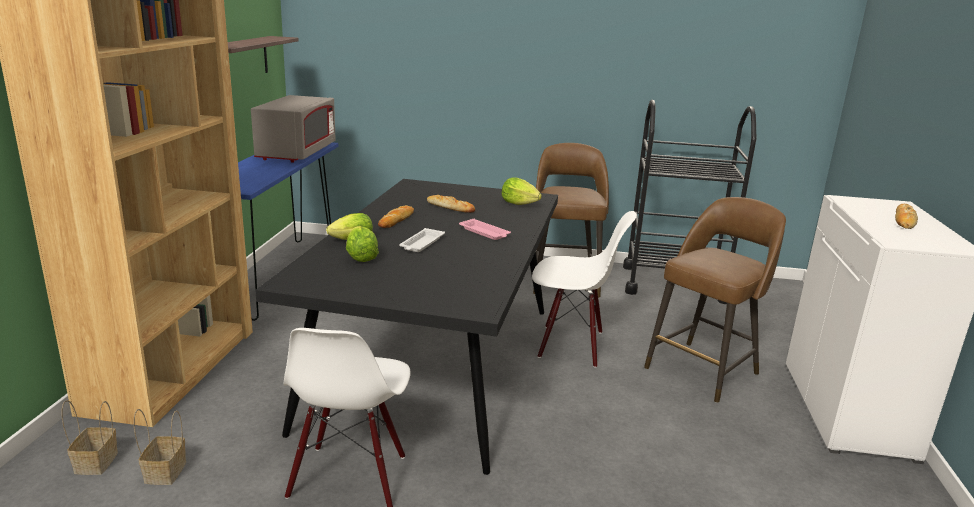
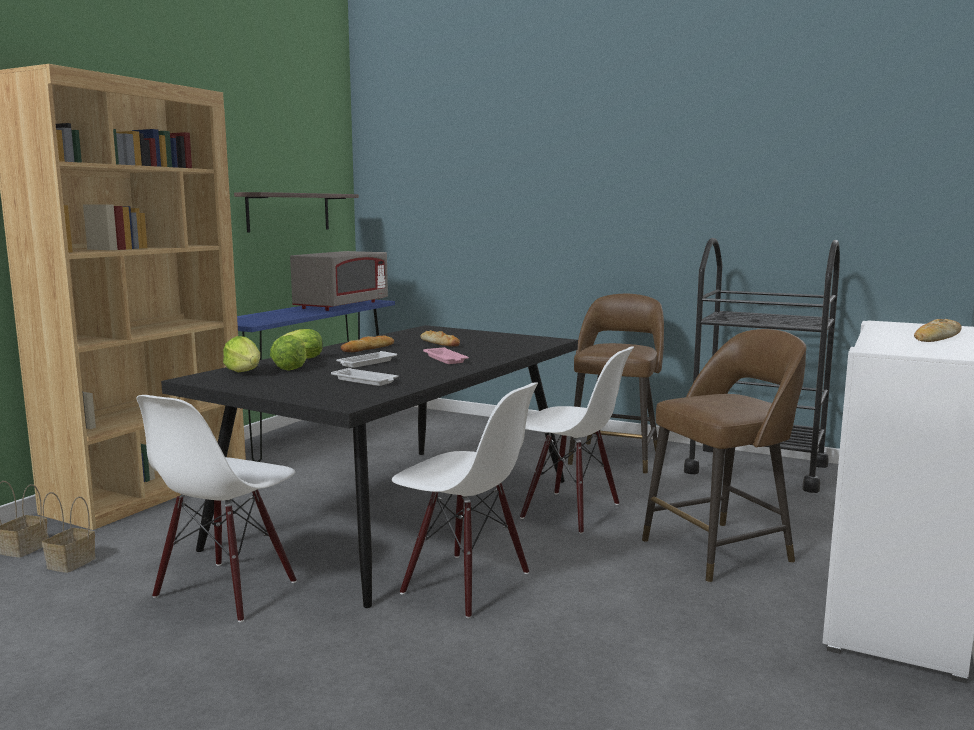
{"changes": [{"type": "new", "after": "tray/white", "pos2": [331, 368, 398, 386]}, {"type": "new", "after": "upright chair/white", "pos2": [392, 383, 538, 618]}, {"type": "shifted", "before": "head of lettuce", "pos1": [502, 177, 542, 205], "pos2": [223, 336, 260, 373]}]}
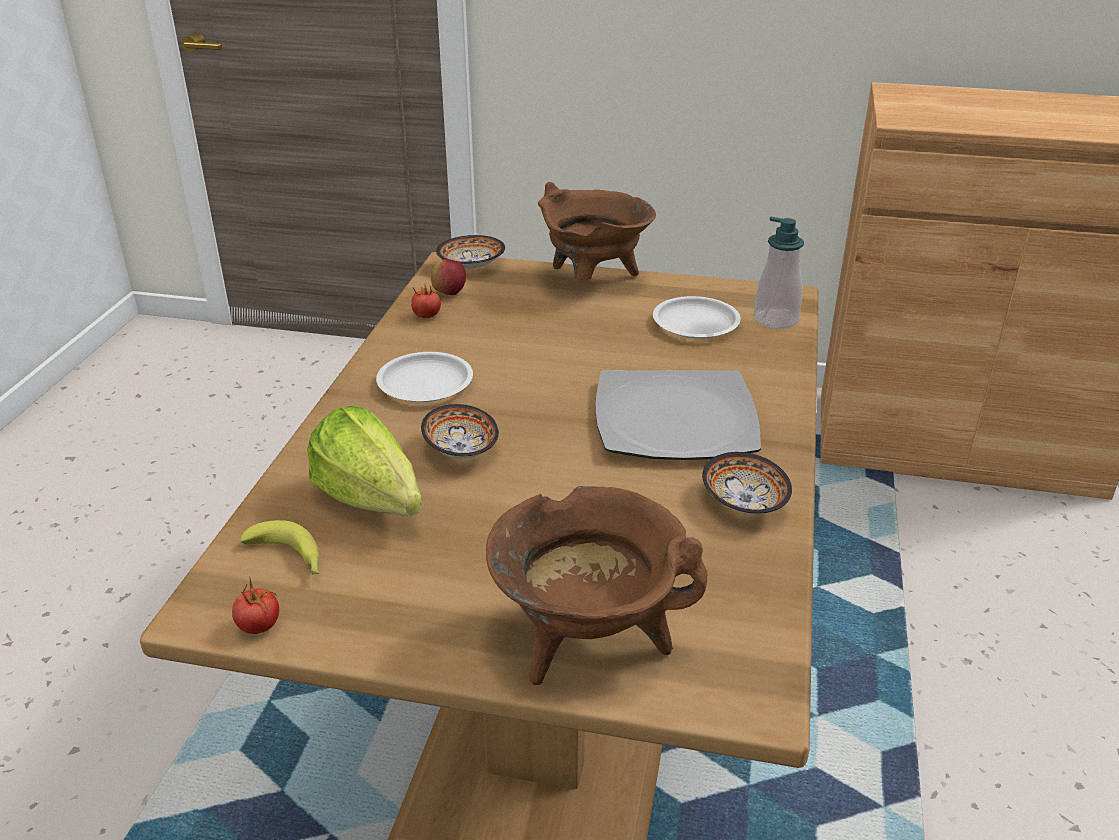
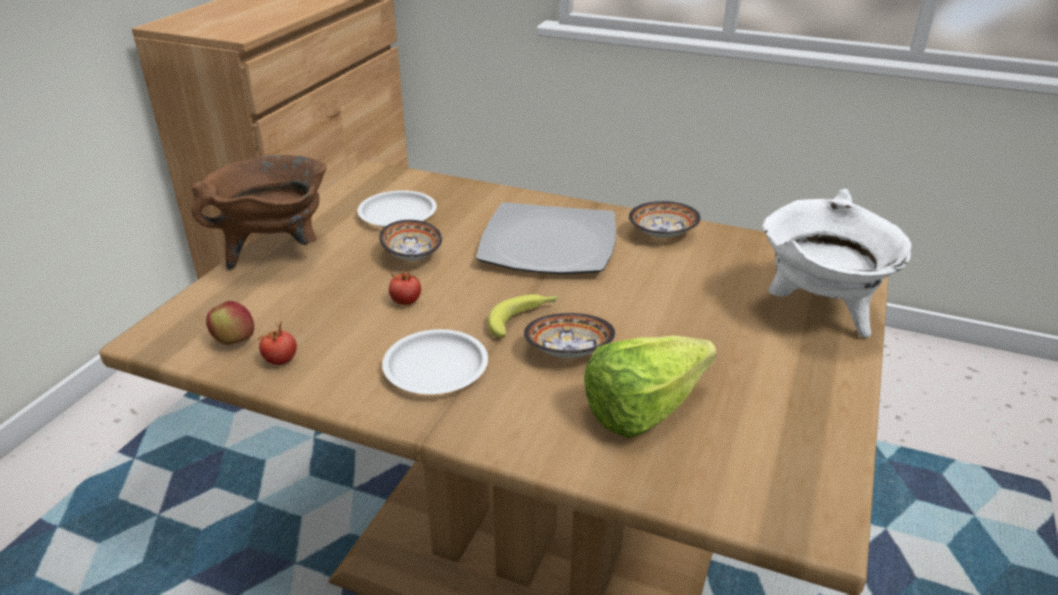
{"changes": [{"type": "gone", "before": "soap dispenser", "pos1": [754, 217, 804, 329]}, {"type": "shifted", "before": "tomato", "pos1": [232, 576, 279, 634], "pos2": [389, 269, 421, 305]}, {"type": "shifted", "before": "whole banana", "pos1": [240, 520, 319, 575], "pos2": [488, 294, 558, 338]}, {"type": "shifted", "before": "serving bowl", "pos1": [436, 235, 505, 268], "pos2": [379, 220, 442, 261]}, {"type": "repainted", "before": "saucepot/brown", "after": "saucepot/white", "pos1": [486, 486, 707, 685], "pos2": [762, 189, 912, 337]}]}
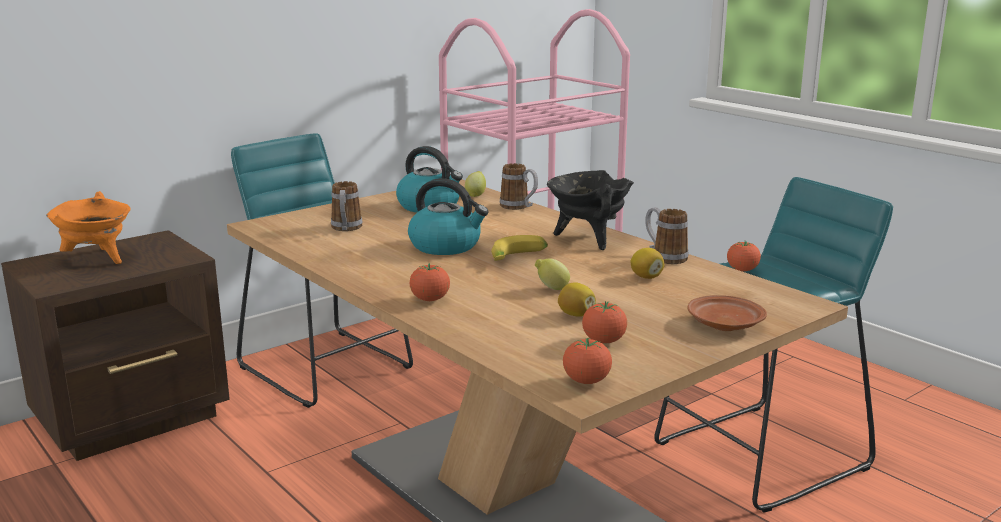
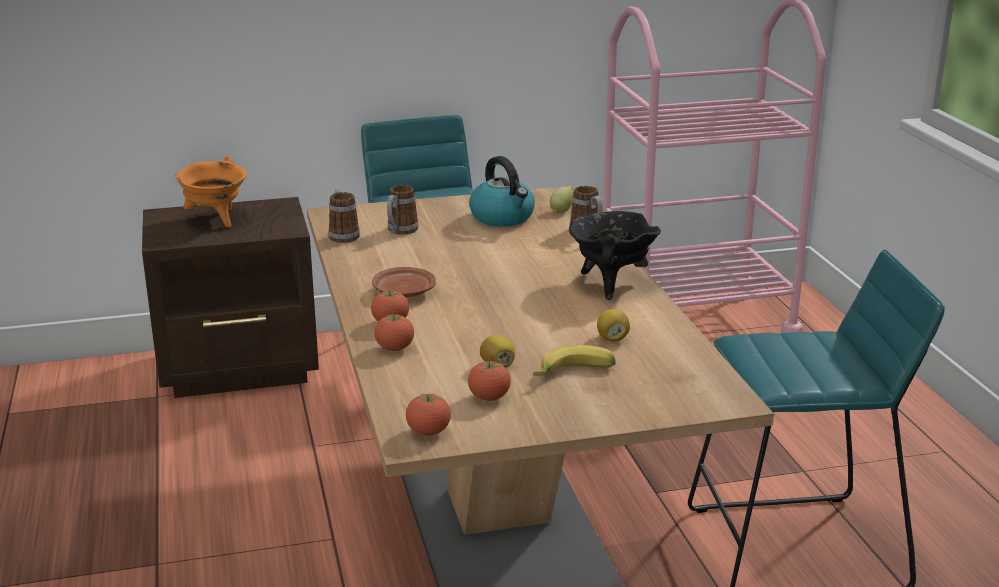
{"changes": [{"type": "gone", "before": "tea kettle", "pos1": [408, 178, 488, 255]}, {"type": "gone", "before": "whole lemon", "pos1": [535, 258, 570, 290]}, {"type": "shifted", "before": "whole banana", "pos1": [491, 235, 548, 261], "pos2": [533, 345, 616, 376]}, {"type": "shifted", "before": "coffee mug", "pos1": [645, 207, 688, 264], "pos2": [328, 189, 360, 243]}, {"type": "shifted", "before": "dinner plate/brown", "pos1": [687, 295, 767, 331], "pos2": [372, 267, 436, 298]}, {"type": "shifted", "before": "tomato", "pos1": [727, 240, 761, 271], "pos2": [374, 314, 414, 351]}]}
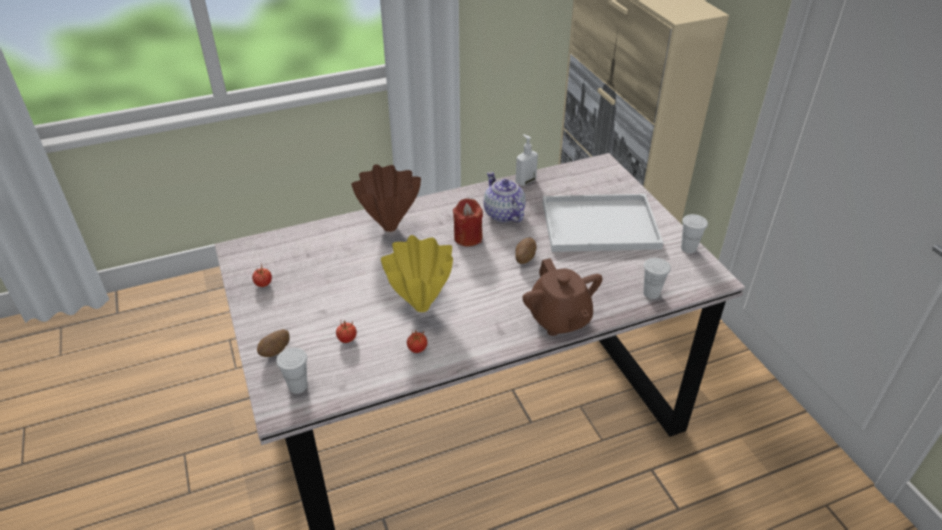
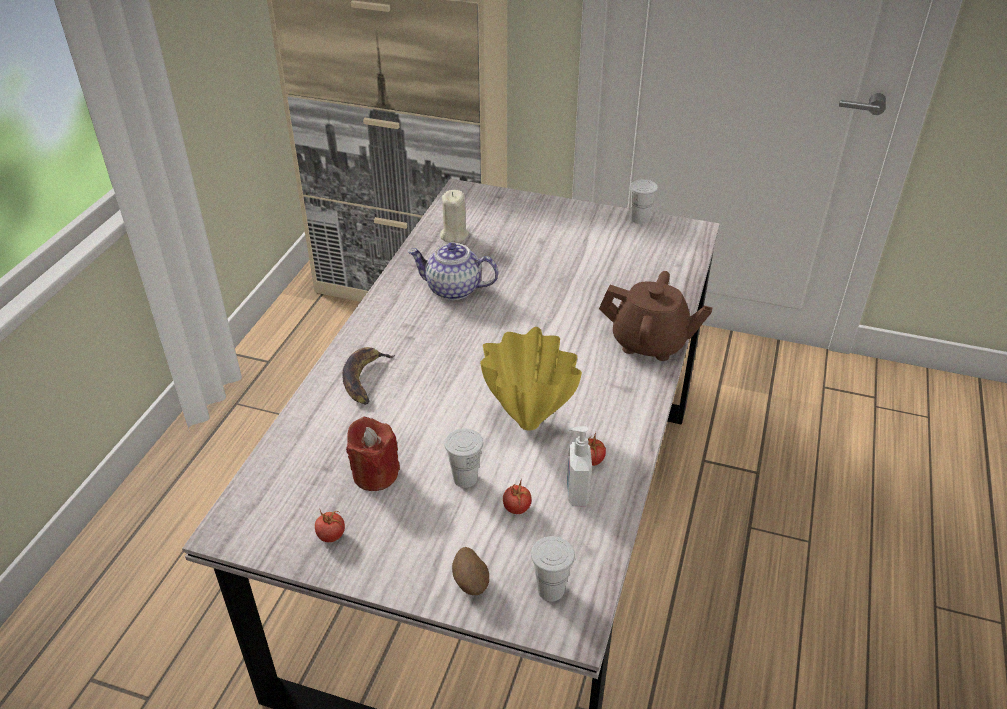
{"changes": [{"type": "gone", "before": "whole potato", "pos1": [515, 238, 537, 264]}, {"type": "gone", "before": "tray/white", "pos1": [543, 194, 663, 252]}, {"type": "new", "after": "candle/beige", "pos2": [440, 190, 469, 243]}, {"type": "shifted", "before": "candle/reddish", "pos1": [453, 198, 483, 247], "pos2": [346, 417, 400, 491]}, {"type": "shifted", "before": "soap dispenser", "pos1": [515, 134, 538, 186], "pos2": [567, 426, 592, 506]}, {"type": "shifted", "before": "small cup/white", "pos1": [643, 258, 671, 299], "pos2": [444, 428, 483, 488]}, {"type": "swapped", "before": "decorative vase/brown", "after": "whole banana", "pos1": [351, 164, 421, 232], "pos2": [343, 347, 395, 405]}]}
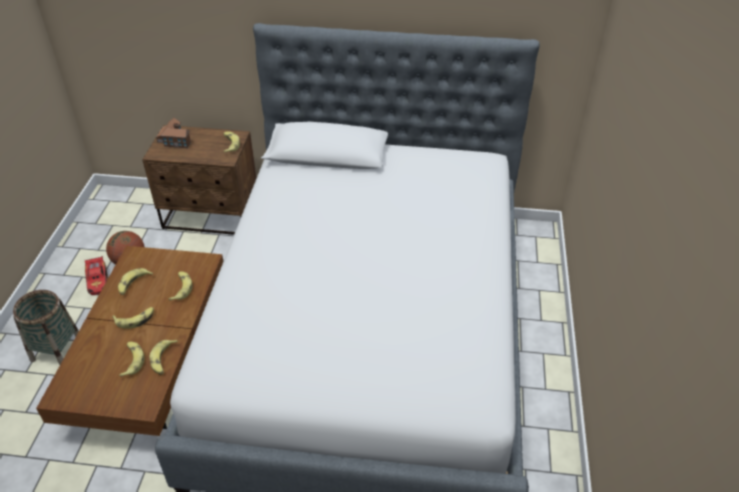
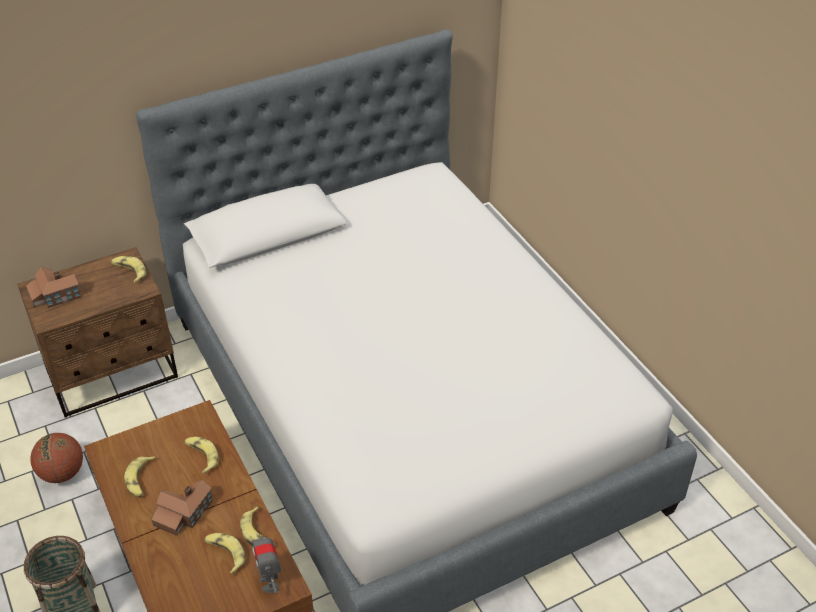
{"changes": [{"type": "gone", "before": "model car", "pos1": [85, 256, 108, 295]}, {"type": "new", "after": "model robot", "pos2": [252, 525, 281, 594]}, {"type": "swapped", "before": "whole banana", "after": "model house", "pos1": [112, 307, 154, 329], "pos2": [152, 480, 212, 536]}]}
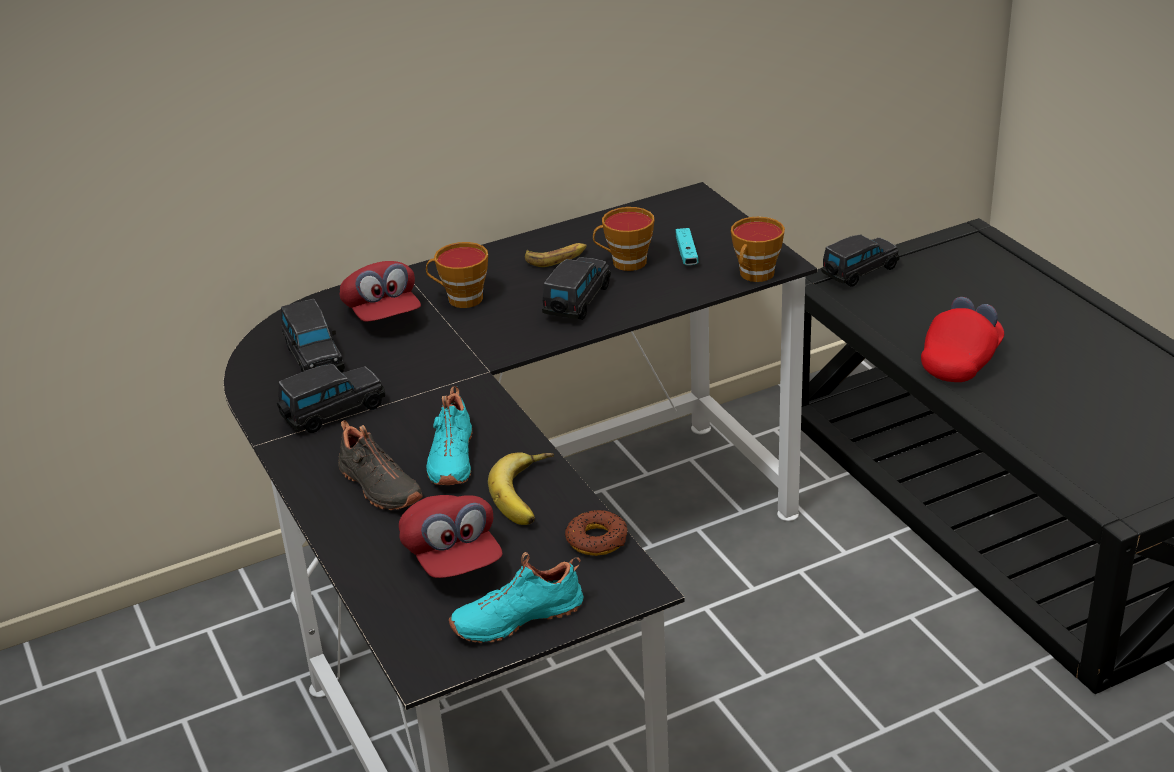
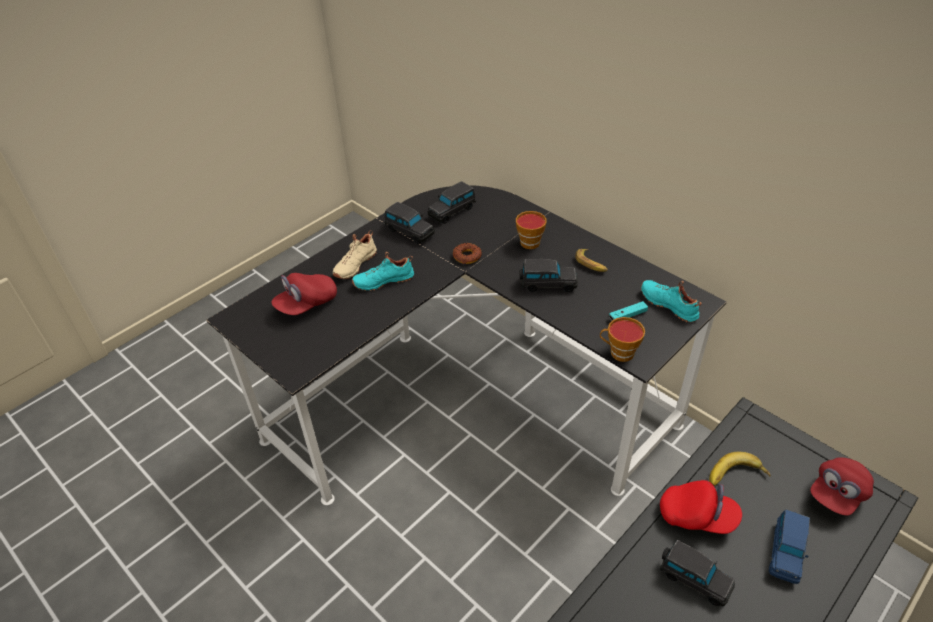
{"changes": [{"type": "gone", "before": "small cup", "pos1": [593, 207, 654, 271]}, {"type": "new", "after": "model car/blue-coloured", "pos2": [769, 510, 810, 584]}, {"type": "shifted", "before": "cap/reddish", "pos1": [340, 261, 421, 322], "pos2": [810, 457, 874, 516]}, {"type": "shifted", "before": "shoe/blue-green", "pos1": [449, 552, 584, 643], "pos2": [641, 280, 701, 322]}, {"type": "shifted", "before": "whole banana", "pos1": [488, 452, 554, 525], "pos2": [709, 451, 771, 486]}, {"type": "shifted", "before": "ring doughnut", "pos1": [565, 510, 627, 556], "pos2": [453, 243, 482, 264]}, {"type": "shifted", "before": "model car/black-coloured", "pos1": [821, 235, 900, 287], "pos2": [660, 540, 735, 606]}, {"type": "repainted", "before": "shoe/black-coloured", "after": "shoe/beige", "pos1": [338, 420, 423, 510], "pos2": [333, 230, 377, 279]}]}
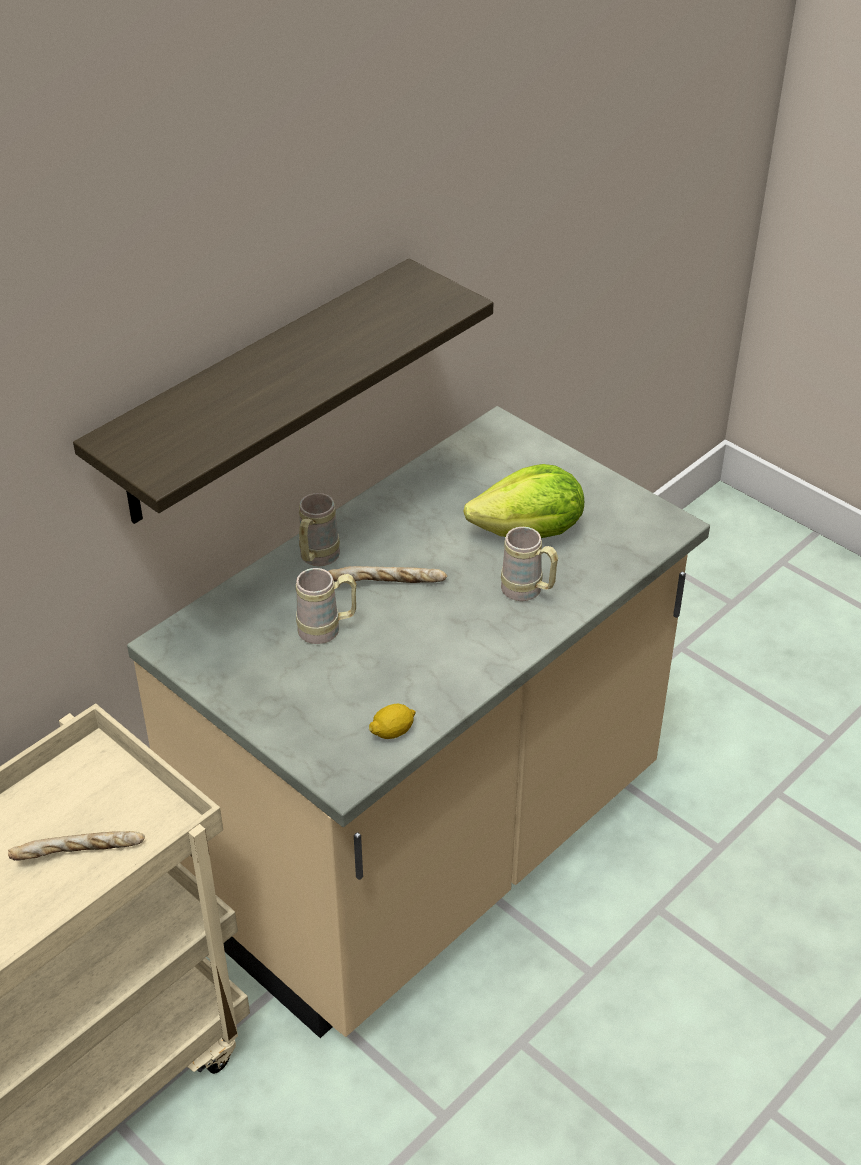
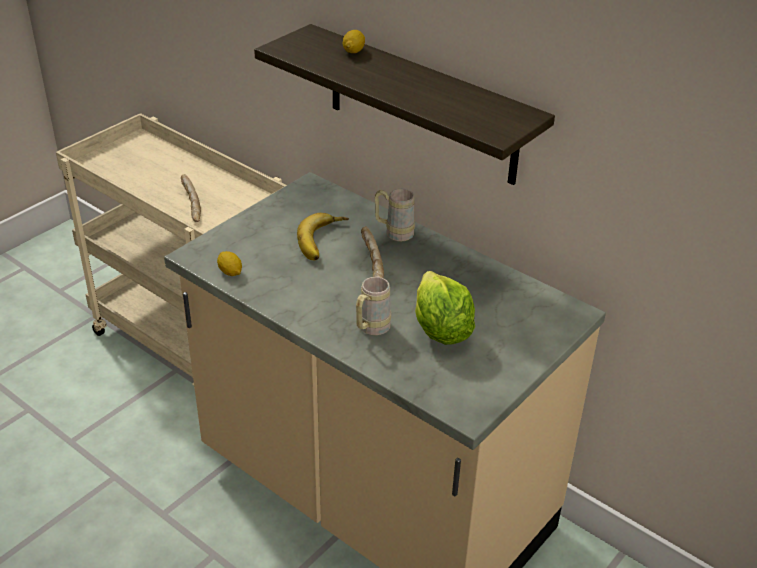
{"changes": [{"type": "new", "after": "whole lemon", "pos2": [343, 30, 365, 53]}, {"type": "swapped", "before": "coffee mug/beige", "after": "whole banana", "pos1": [296, 568, 356, 644], "pos2": [297, 213, 349, 260]}]}
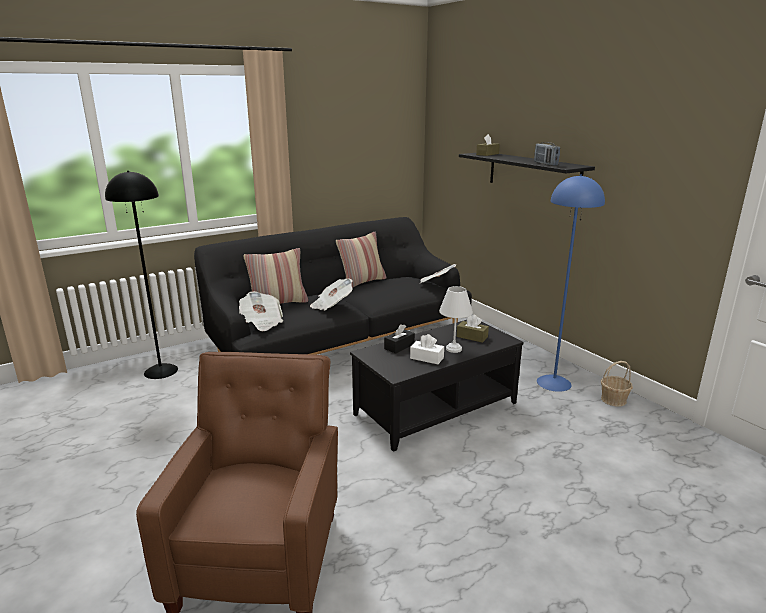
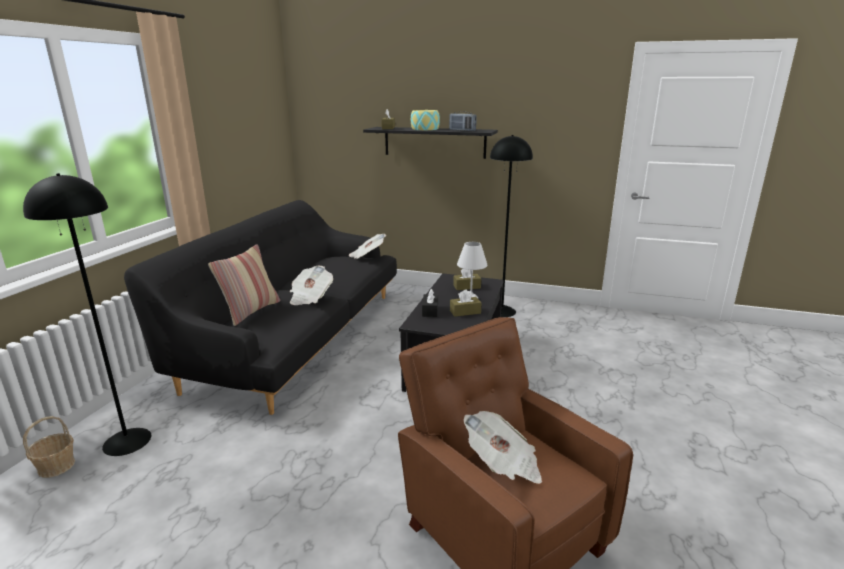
{"changes": [{"type": "gone", "before": "pillow", "pos1": [336, 232, 386, 288]}, {"type": "new", "after": "serving bowl", "pos2": [411, 110, 440, 130]}, {"type": "shifted", "before": "newspaper", "pos1": [239, 291, 283, 331], "pos2": [463, 411, 542, 484]}, {"type": "shifted", "before": "storage basket", "pos1": [601, 361, 633, 407], "pos2": [23, 416, 75, 478]}, {"type": "repainted", "before": "tissue holder/white", "after": "tissue holder/brown", "pos1": [410, 334, 444, 364], "pos2": [450, 289, 482, 317]}, {"type": "repainted", "before": "standing lamp/blue-coloured", "after": "standing lamp/black-coloured", "pos1": [537, 175, 605, 392], "pos2": [490, 135, 533, 317]}]}
